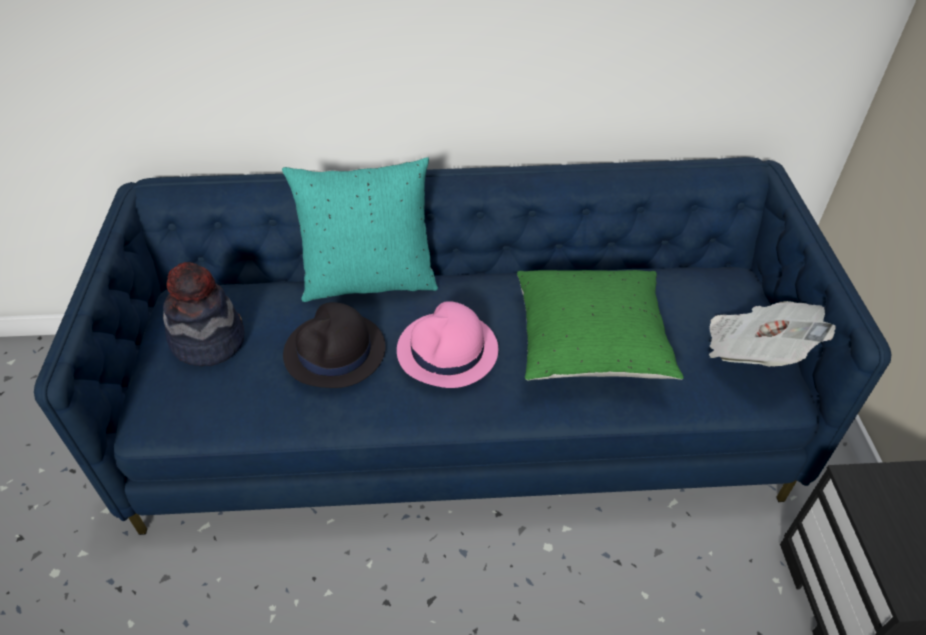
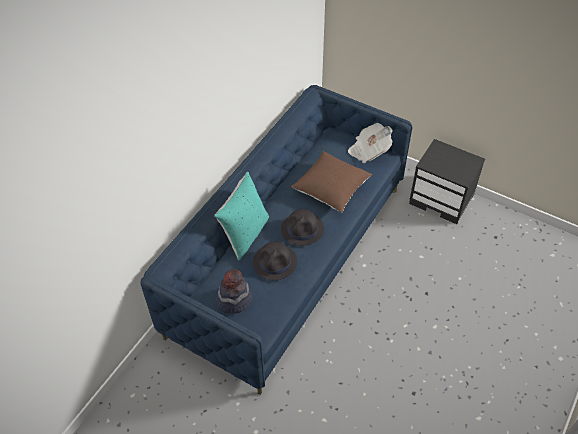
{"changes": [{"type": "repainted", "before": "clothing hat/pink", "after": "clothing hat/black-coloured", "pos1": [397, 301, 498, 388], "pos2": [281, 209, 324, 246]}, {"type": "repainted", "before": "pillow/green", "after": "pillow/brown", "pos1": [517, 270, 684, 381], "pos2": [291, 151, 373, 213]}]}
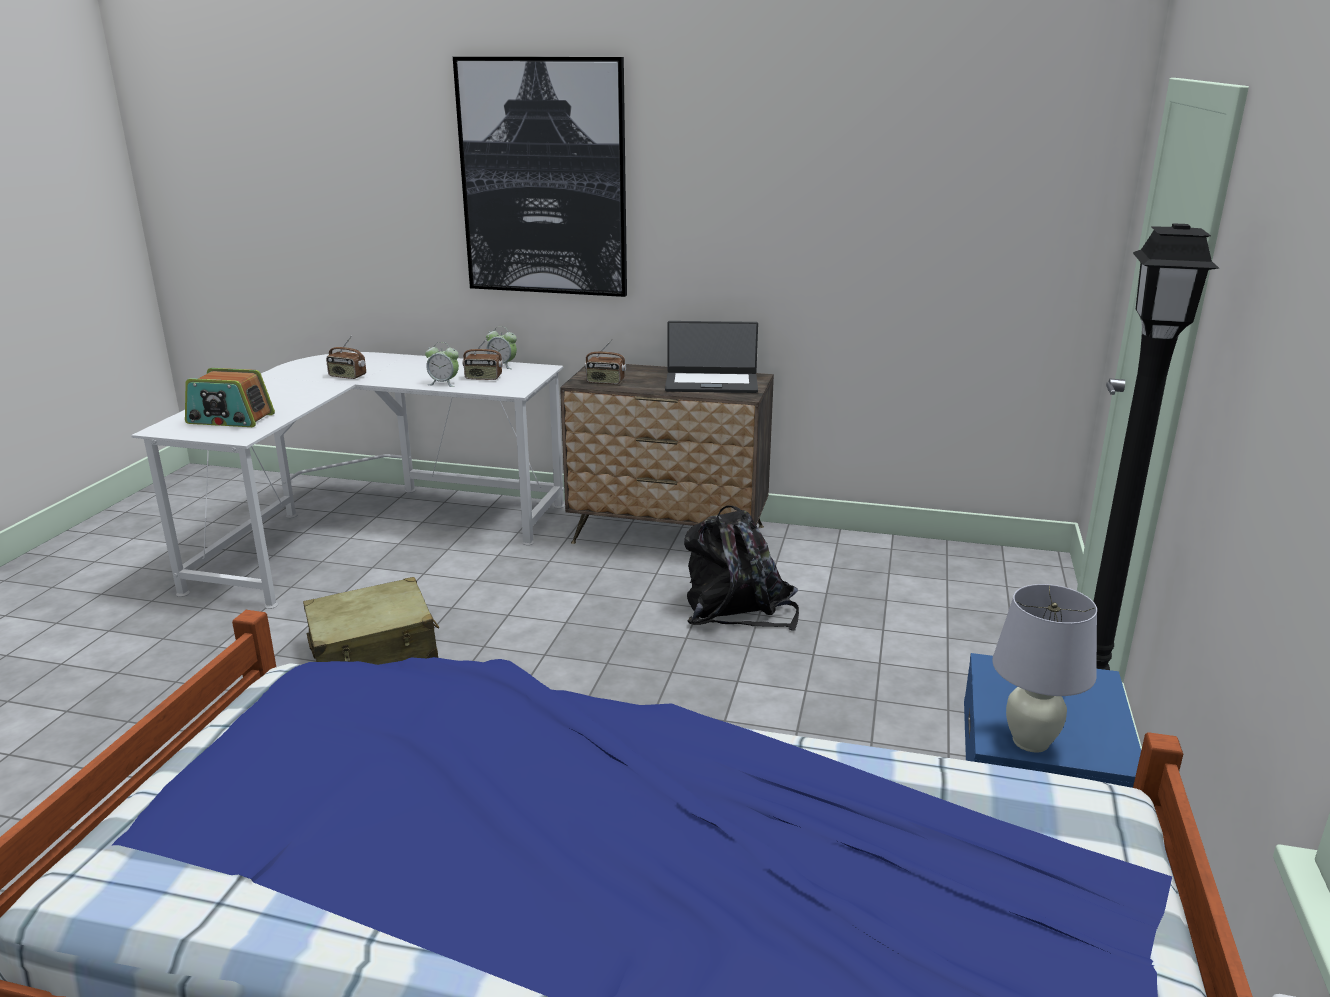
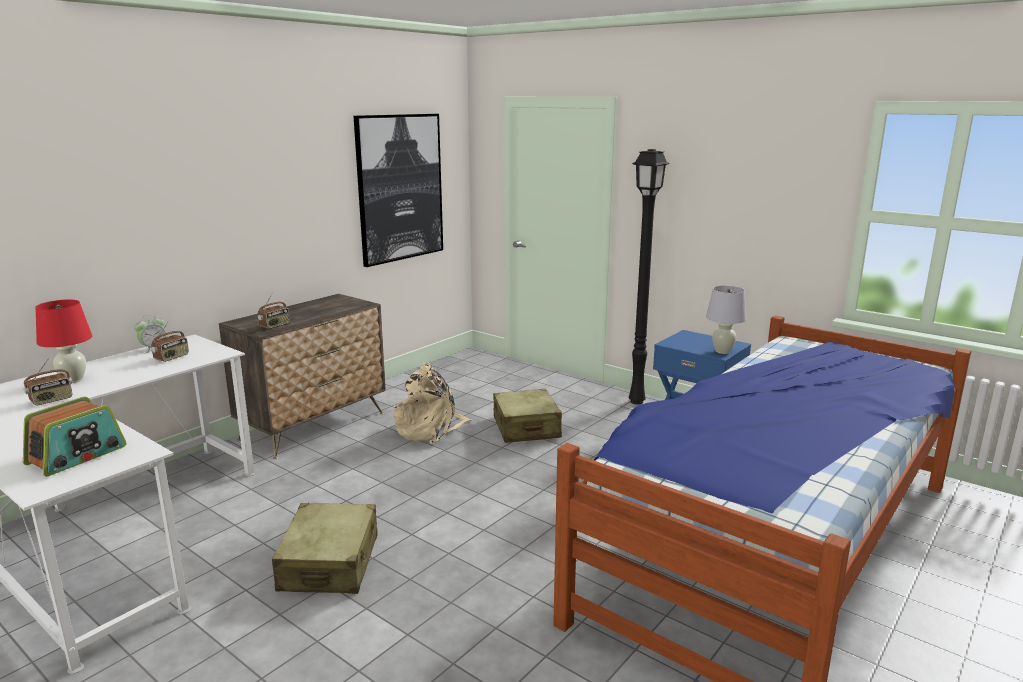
{"changes": [{"type": "gone", "before": "alarm clock", "pos1": [425, 342, 459, 387]}, {"type": "gone", "before": "portable computer", "pos1": [665, 321, 758, 393]}, {"type": "new", "after": "tabletop lamp/reddish", "pos2": [35, 300, 92, 383]}, {"type": "new", "after": "piece of luggage/beige", "pos2": [493, 389, 562, 443]}, {"type": "shifted", "before": "picture", "pos1": [453, 57, 627, 297], "pos2": [353, 114, 443, 267]}, {"type": "repainted", "before": "rucksack/black-coloured", "after": "rucksack/beige", "pos1": [684, 505, 799, 631], "pos2": [393, 362, 472, 445]}]}
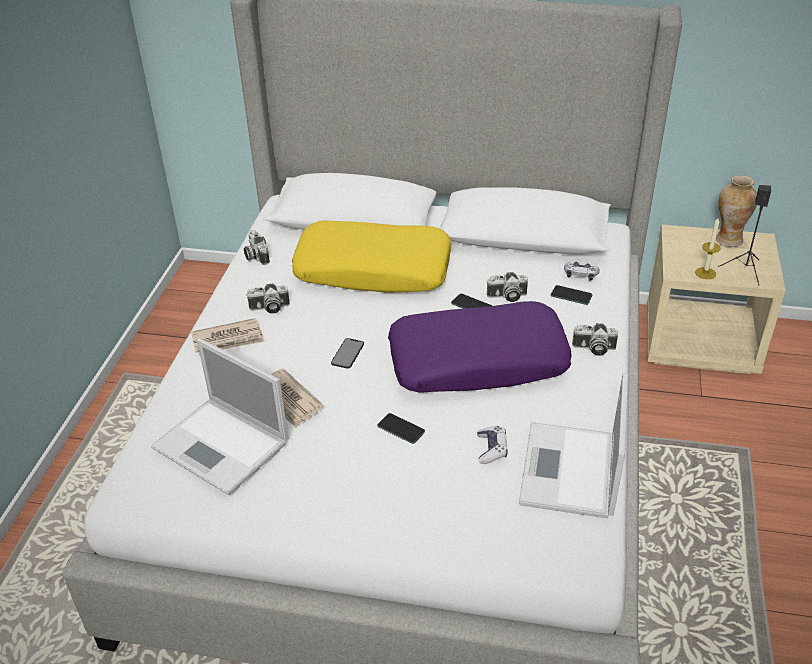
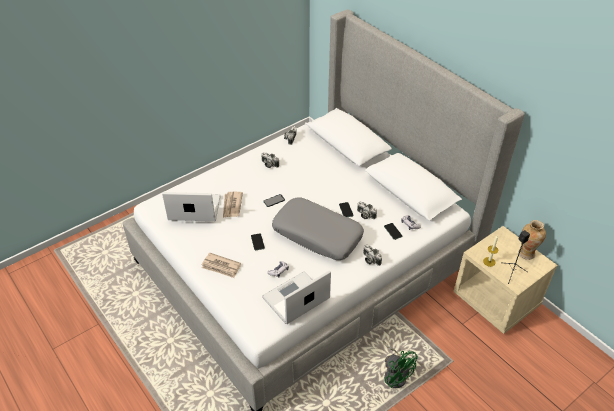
{"changes": [{"type": "gone", "before": "pillow/yellow", "pos1": [292, 220, 452, 293]}, {"type": "new", "after": "electric fan/green", "pos2": [383, 341, 418, 388]}, {"type": "shifted", "before": "newspaper", "pos1": [191, 318, 265, 356], "pos2": [202, 253, 241, 278]}, {"type": "repainted", "before": "pillow/purple-coloured", "after": "pillow/grey", "pos1": [388, 301, 572, 393], "pos2": [272, 197, 364, 260]}, {"type": "rotated", "before": "portable computer", "pos1": [151, 338, 288, 495], "pos2": [162, 192, 221, 221], "turn": 105}]}
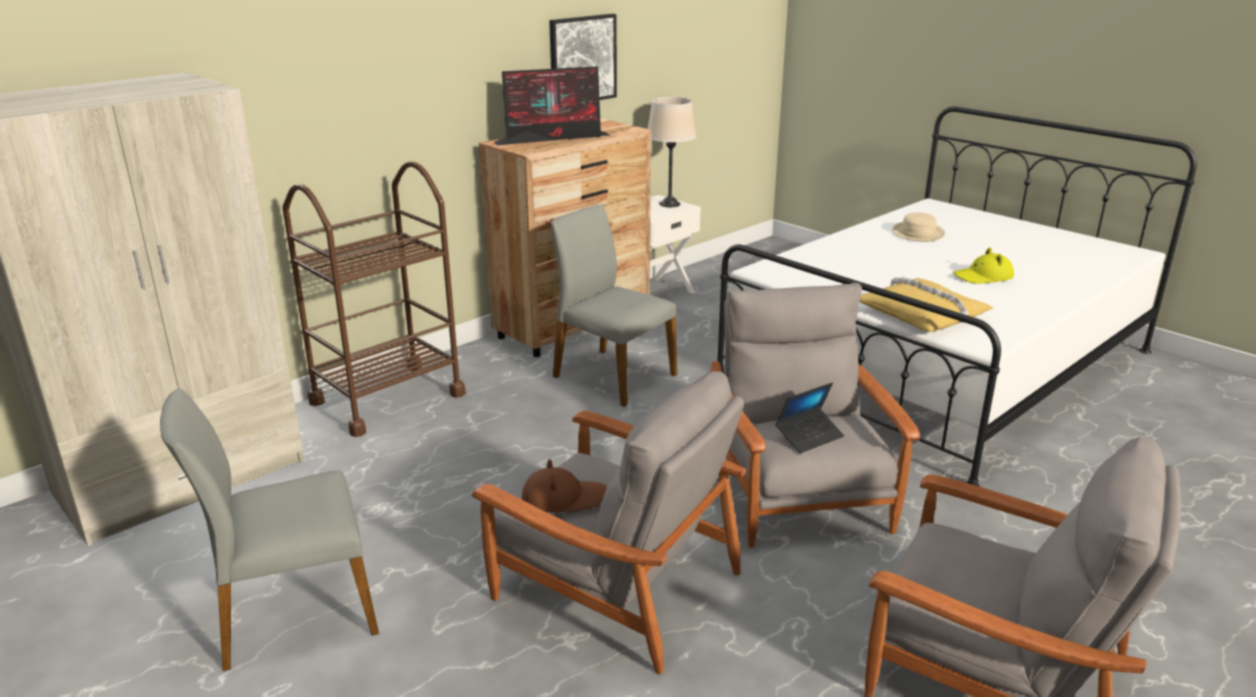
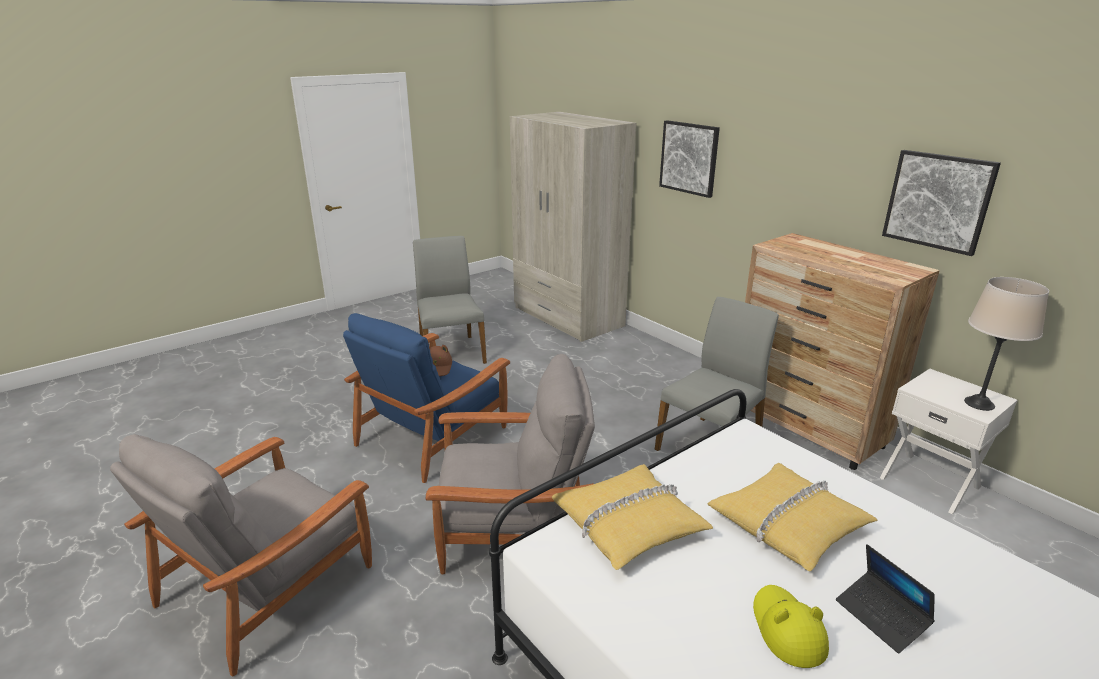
{"changes": [{"type": "gone", "before": "wheeled cart/brown", "pos1": [283, 161, 466, 437]}, {"type": "gone", "before": "computer screen", "pos1": [494, 66, 609, 145]}, {"type": "gone", "before": "clothing hat/beige", "pos1": [892, 212, 945, 242]}, {"type": "new", "after": "picture", "pos2": [659, 120, 720, 198]}, {"type": "new", "after": "pillow/yellow", "pos2": [708, 463, 877, 572]}, {"type": "shifted", "before": "portable computer", "pos1": [776, 382, 844, 453], "pos2": [836, 544, 935, 653]}, {"type": "repainted", "before": "easy chair/grey", "after": "easy chair/blue-coloured", "pos1": [472, 371, 746, 674], "pos2": [343, 313, 510, 483]}]}
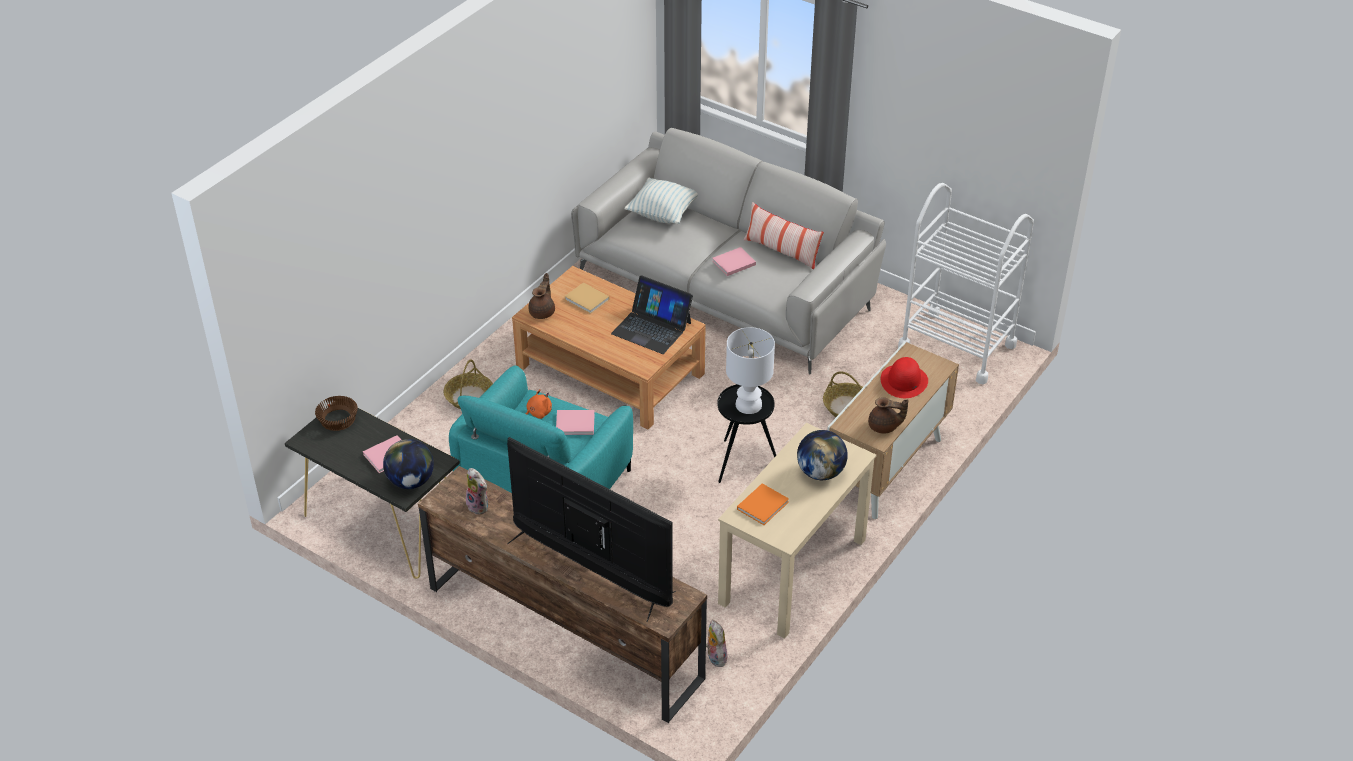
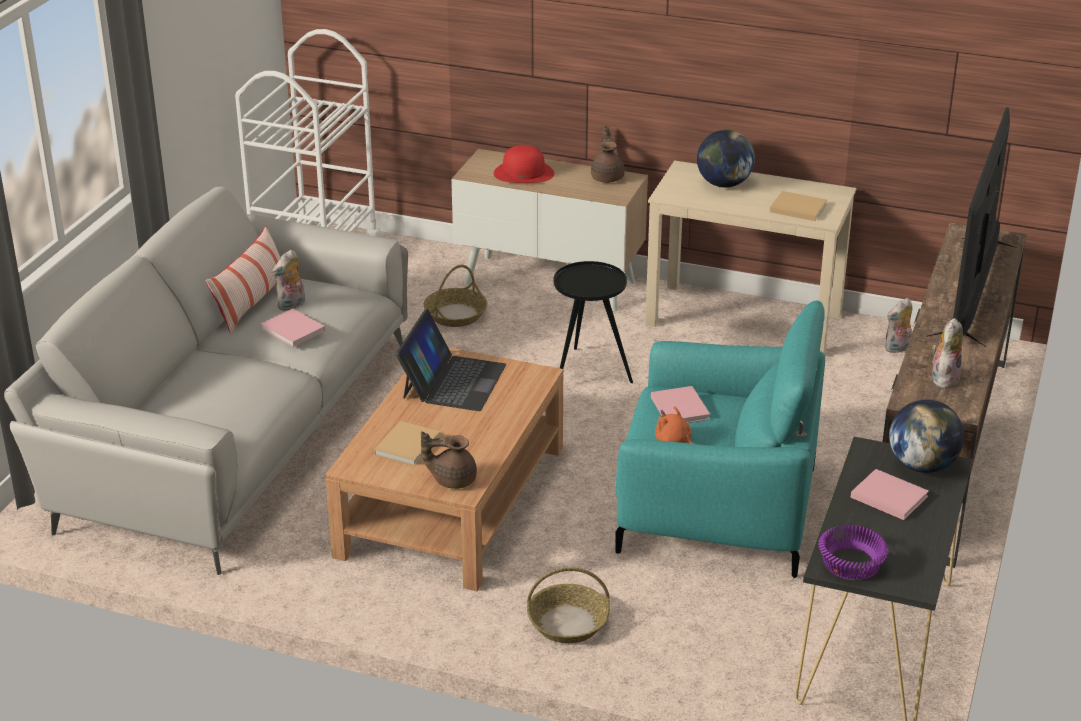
{"changes": [{"type": "gone", "before": "pillow", "pos1": [625, 178, 698, 224]}, {"type": "gone", "before": "tabletop lamp/white", "pos1": [726, 327, 775, 414]}, {"type": "new", "after": "soft toy", "pos2": [272, 250, 305, 311]}, {"type": "repainted", "before": "serving bowl/brown", "after": "serving bowl/purple-coloured", "pos1": [315, 396, 358, 431], "pos2": [818, 525, 889, 580]}, {"type": "repainted", "before": "volume/orange", "after": "volume/beige", "pos1": [737, 483, 789, 525], "pos2": [770, 191, 827, 221]}]}
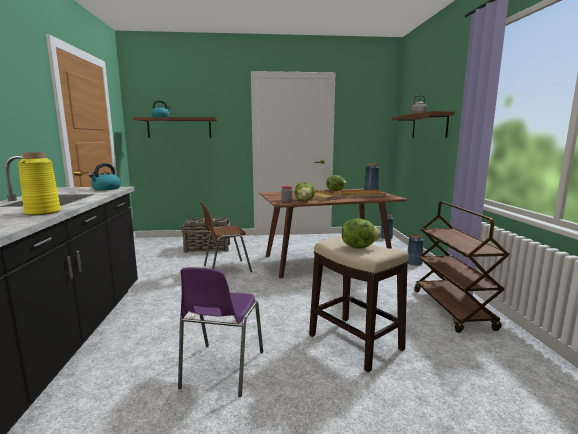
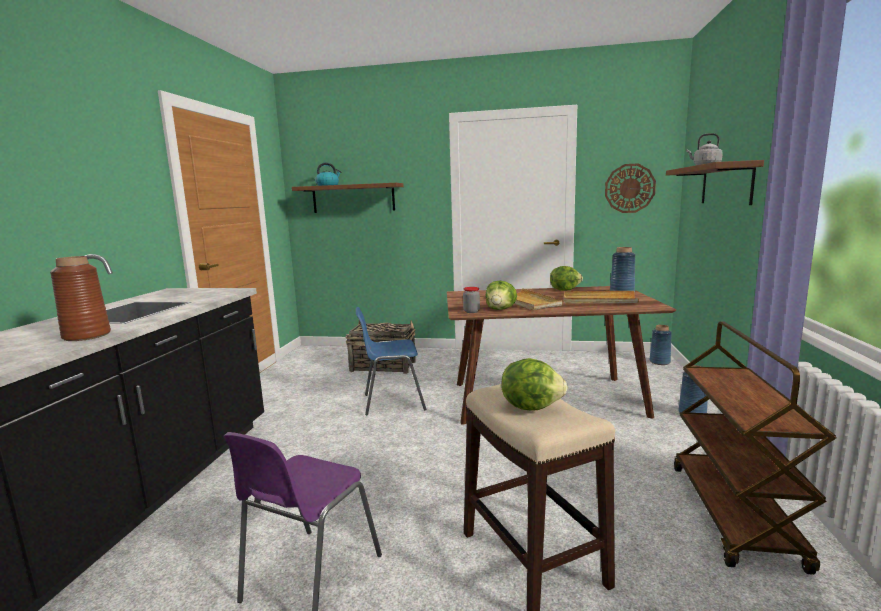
{"changes": [{"type": "gone", "before": "tea kettle", "pos1": [89, 163, 121, 191]}, {"type": "new", "after": "hanging clock", "pos2": [605, 163, 656, 213]}, {"type": "repainted", "before": "decorative vase/yellow", "after": "decorative vase/brown", "pos1": [18, 152, 61, 215], "pos2": [50, 256, 111, 341]}, {"type": "repainted", "before": "upright chair/brown", "after": "upright chair/blue-coloured", "pos1": [200, 202, 252, 272], "pos2": [356, 307, 426, 415]}]}
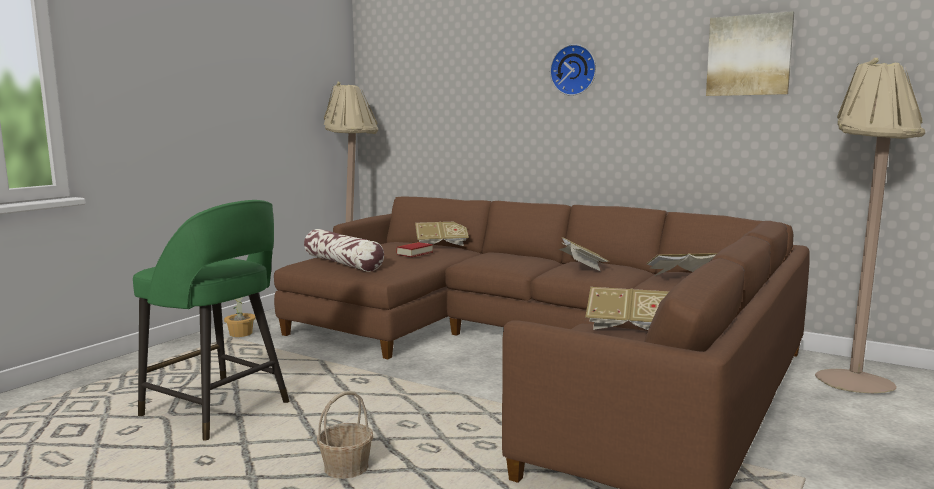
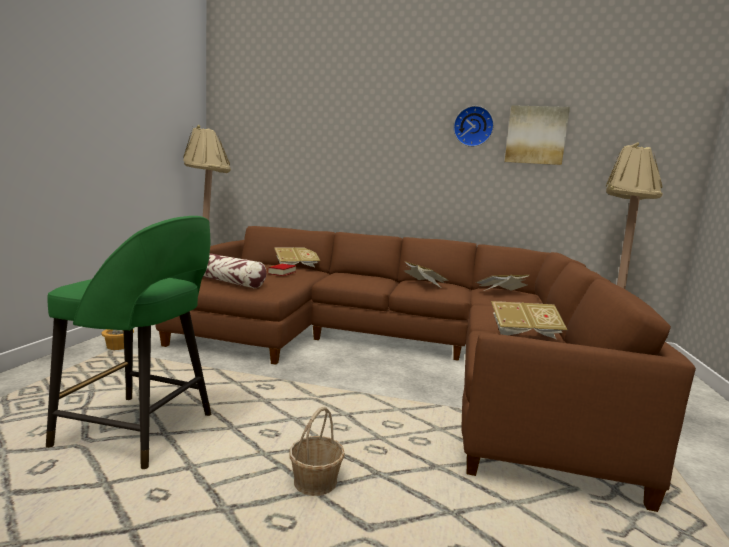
{"changes": [{"type": "shifted", "before": "hanging clock", "pos1": [550, 44, 596, 96], "pos2": [453, 106, 494, 147]}]}
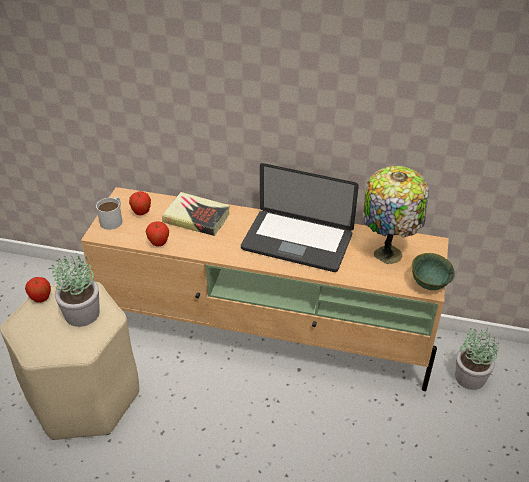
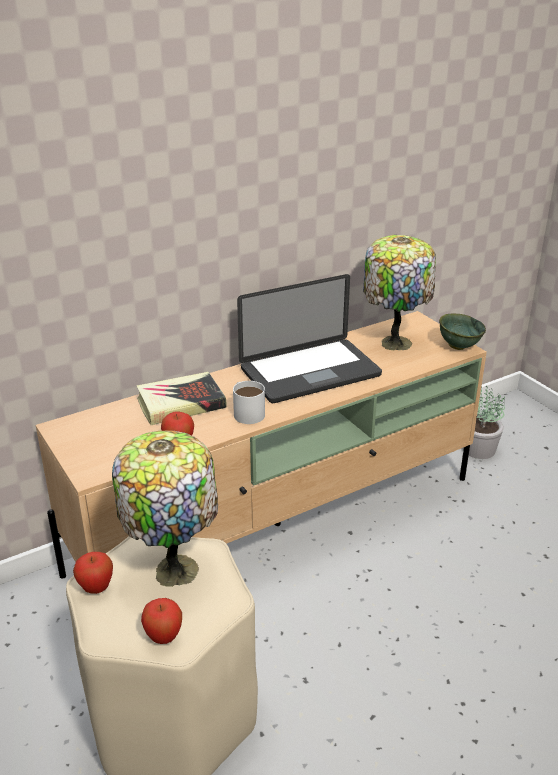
{"changes": [{"type": "shifted", "before": "coffee mug/white", "pos1": [96, 197, 123, 230], "pos2": [233, 381, 265, 424]}, {"type": "shifted", "before": "whole apple", "pos1": [129, 191, 151, 215], "pos2": [141, 598, 182, 644]}, {"type": "swapped", "before": "plant in a pot", "after": "tabletop lamp", "pos1": [52, 255, 100, 327], "pos2": [112, 430, 218, 587]}]}
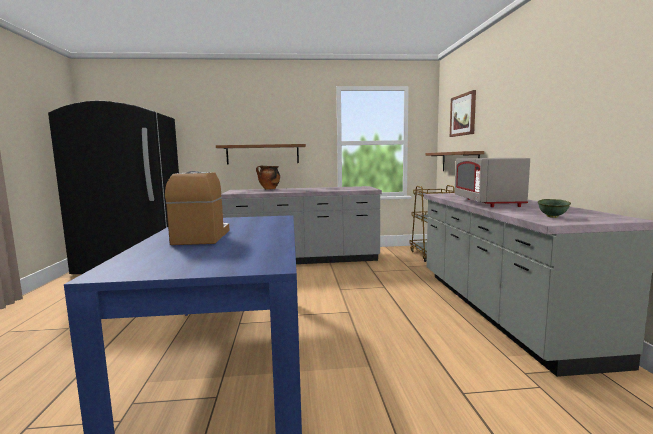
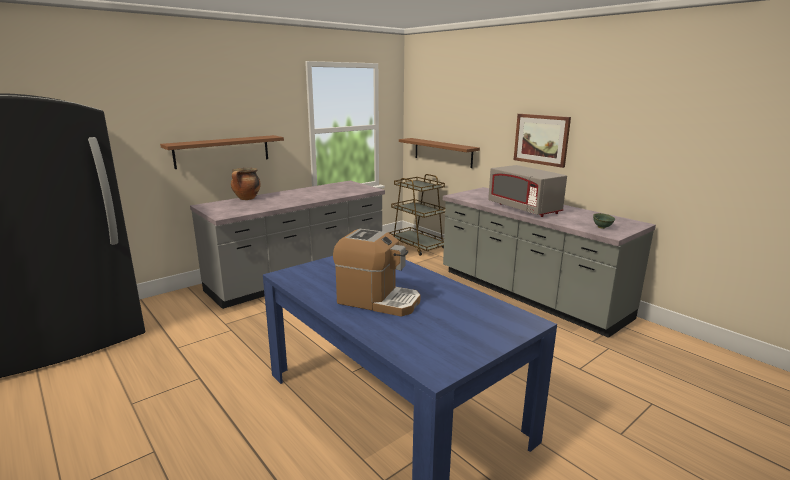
{"changes": [{"type": "shifted", "before": "picture", "pos1": [450, 90, 476, 137], "pos2": [514, 114, 571, 168]}, {"type": "rotated", "before": "coffee maker", "pos1": [165, 171, 229, 245], "pos2": [333, 229, 420, 317], "turn": 150}]}
